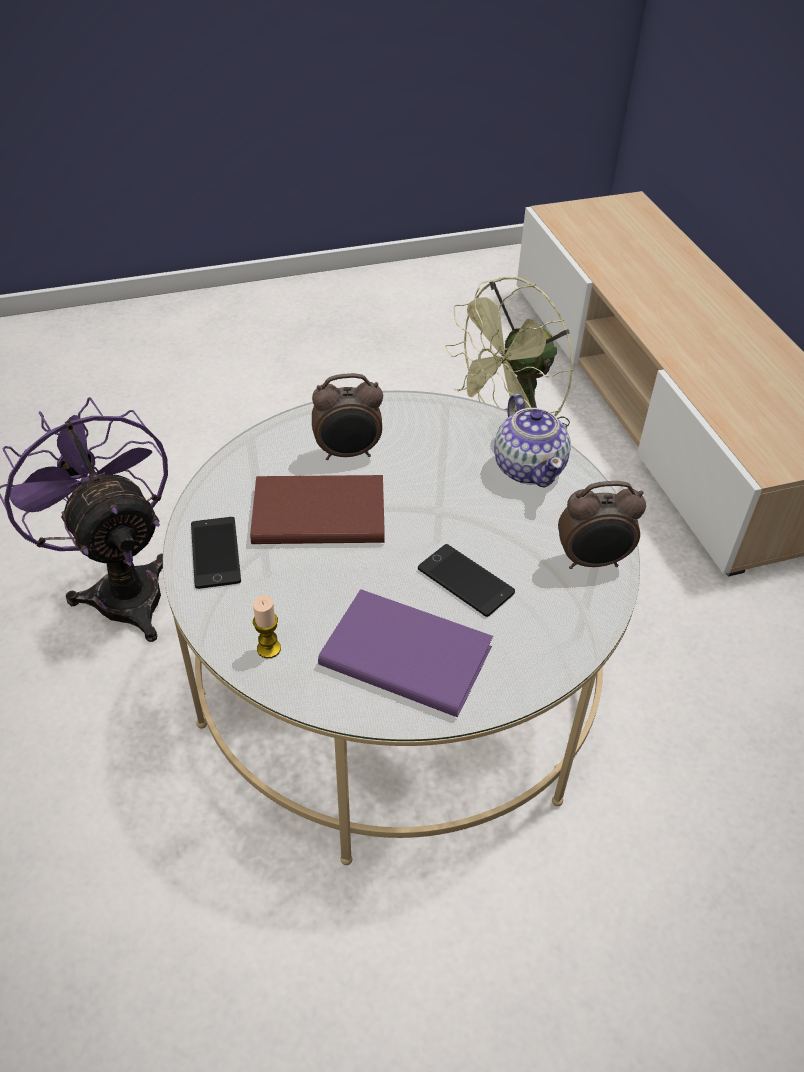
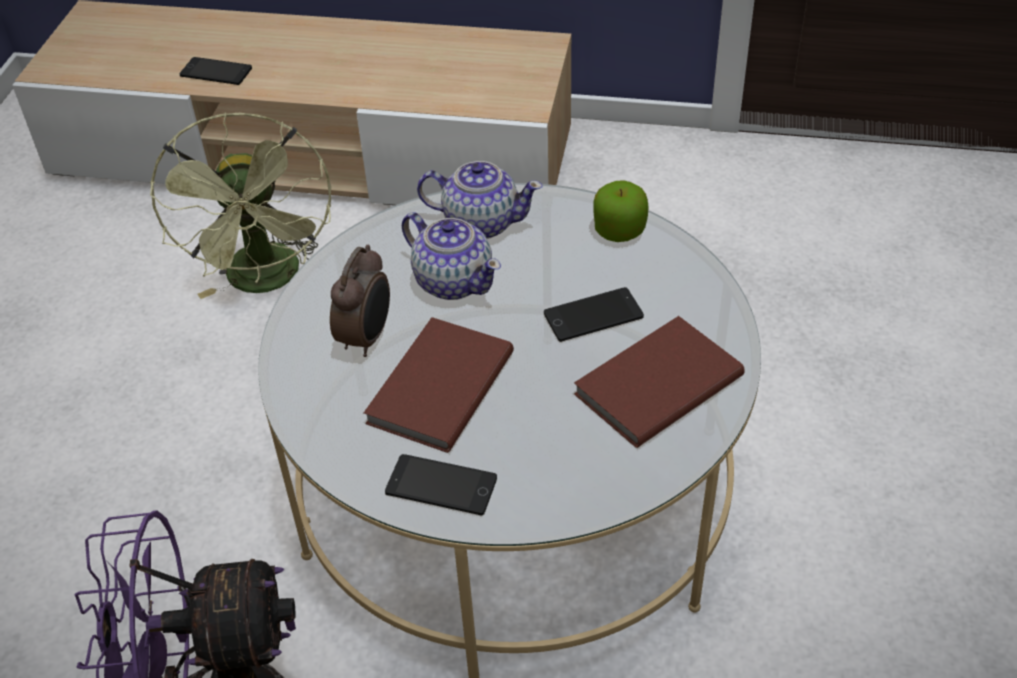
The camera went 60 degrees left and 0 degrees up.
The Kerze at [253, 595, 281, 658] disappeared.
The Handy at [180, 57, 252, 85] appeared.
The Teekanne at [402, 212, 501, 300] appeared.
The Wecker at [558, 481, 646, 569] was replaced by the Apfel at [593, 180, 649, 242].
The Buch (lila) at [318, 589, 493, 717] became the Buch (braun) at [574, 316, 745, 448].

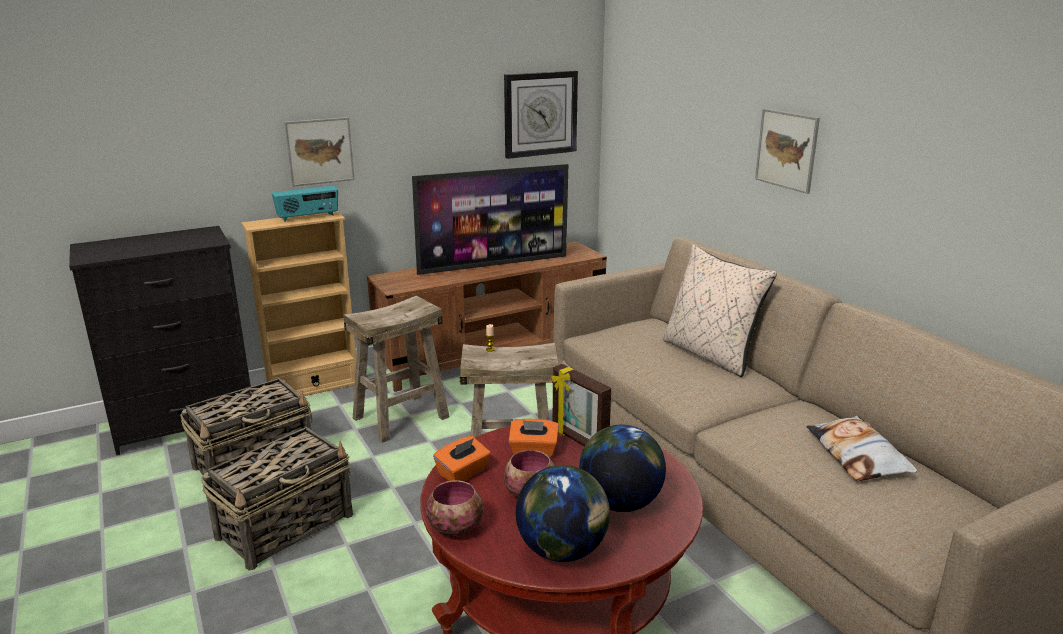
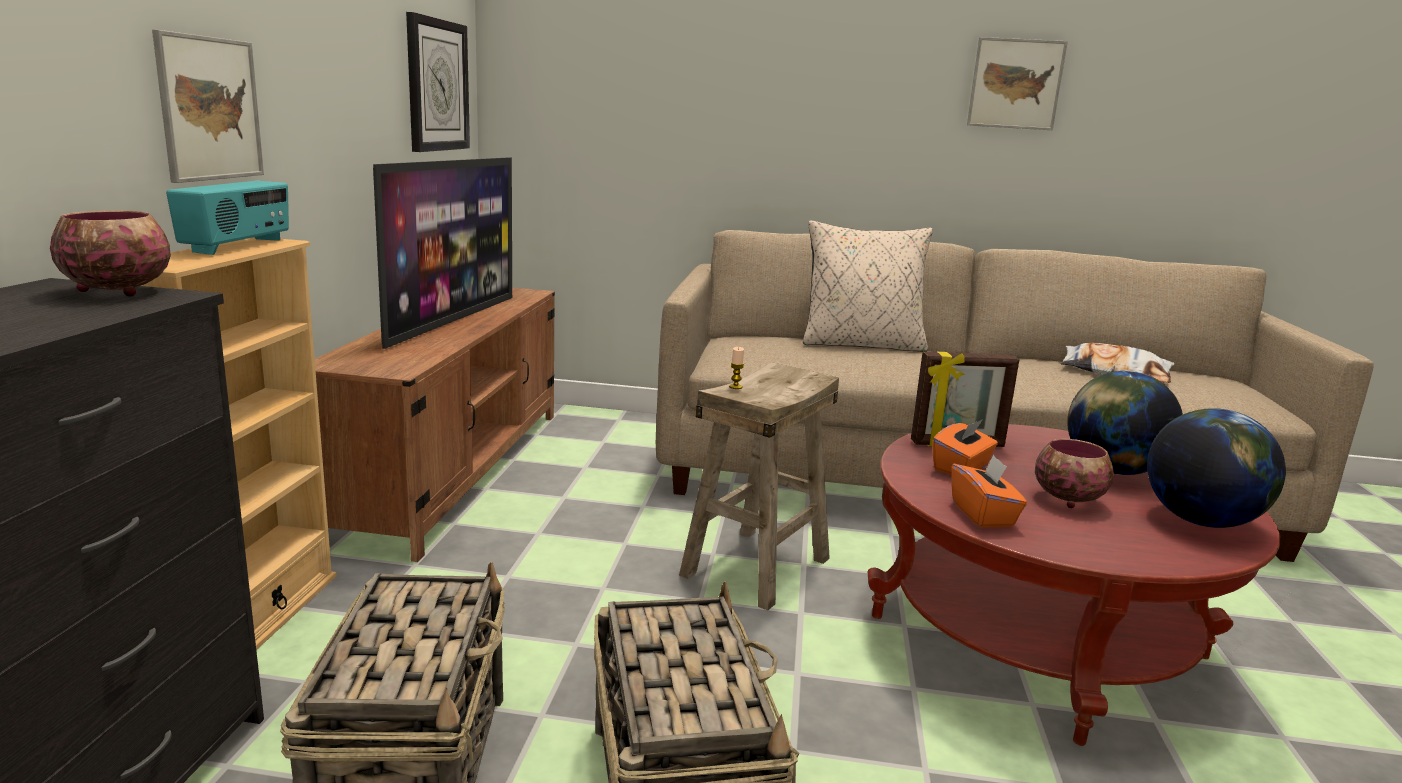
The camera went 55 degrees left and 5 degrees down.
The Hocker (beige) at [344, 295, 450, 443] disappeared.
The Schüssel moved from [426, 480, 483, 540] to [50, 210, 171, 296].
The Bild moved from [755, 108, 820, 194] to [967, 37, 1068, 130].

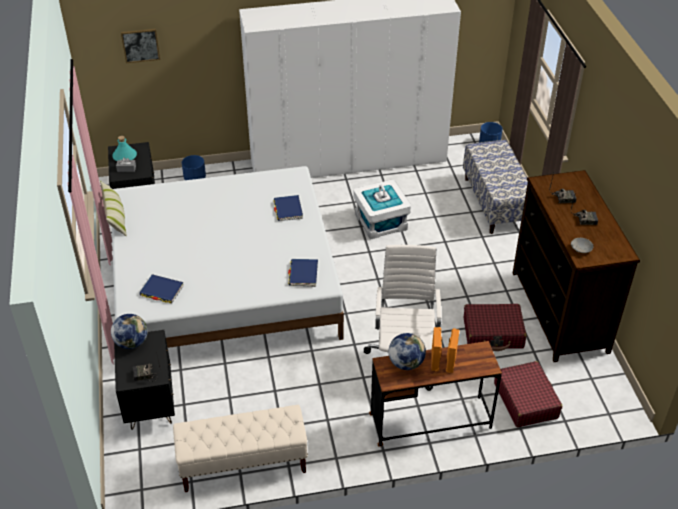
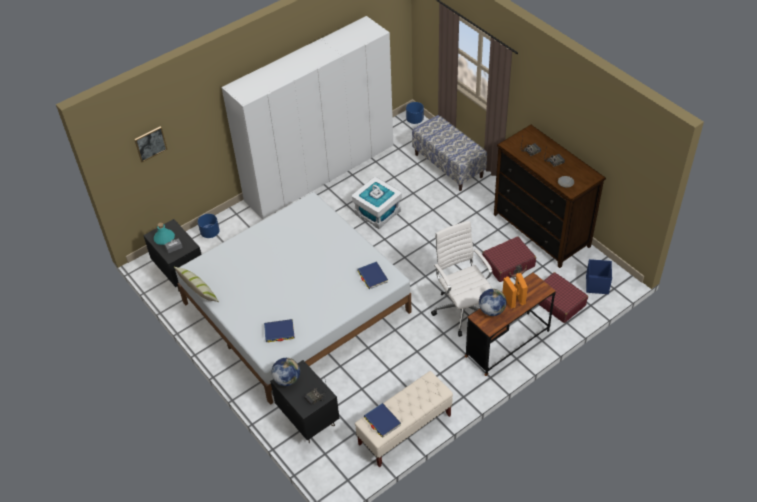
The camera went 25 degrees left and 5 degrees up.
The Aufbewahrungsbox (blau) at [586, 259, 612, 294] appeared.
The Buch (blau) moved from [274, 195, 303, 221] to [364, 403, 401, 438].

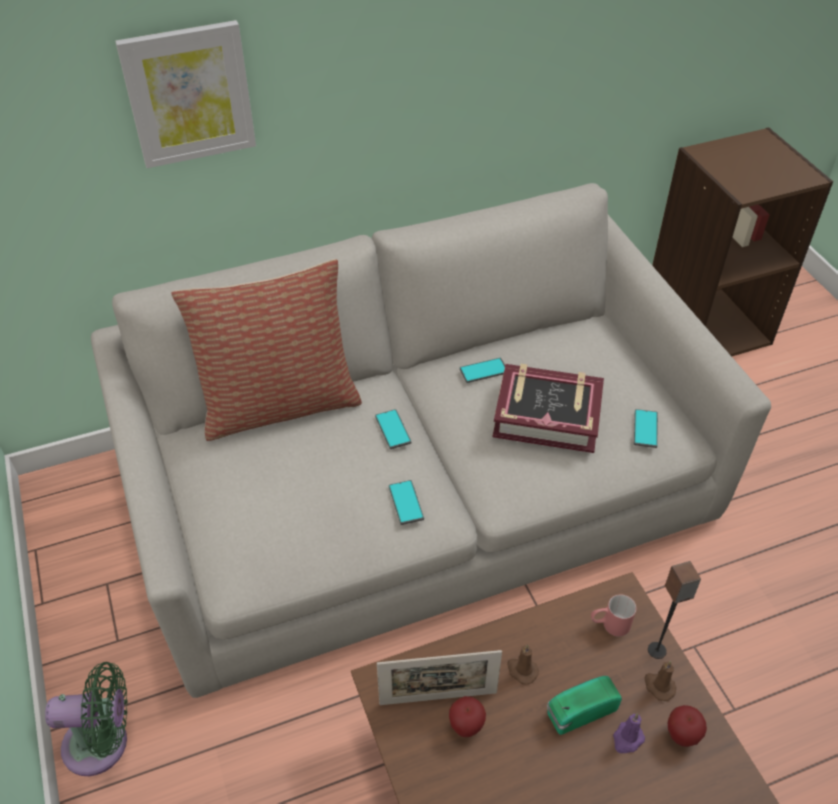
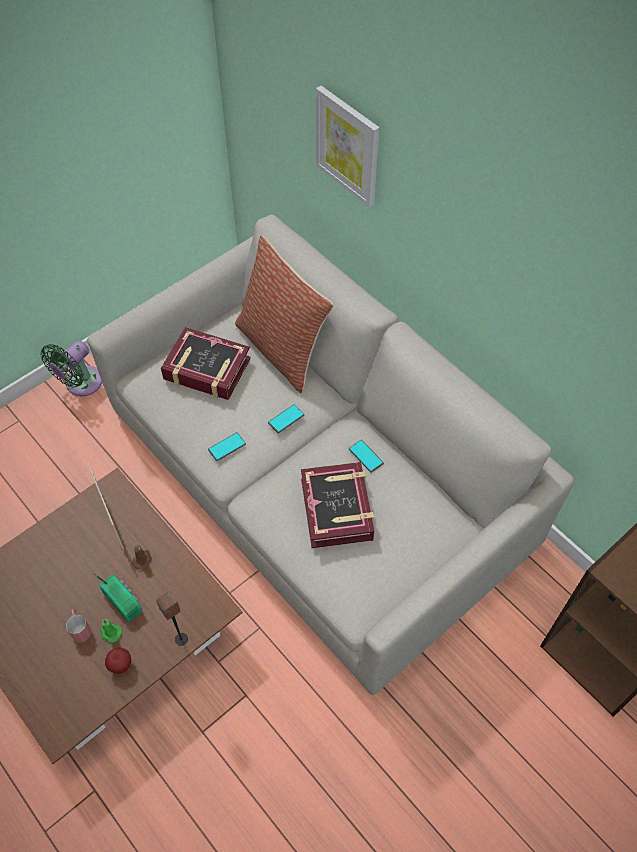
The camera went 70 degrees right and 10 degrees up.
The Apfel at [449, 696, 486, 737] disappeared.
The Handy at [634, 409, 658, 448] disappeared.
The Kerze (braun) at [645, 661, 676, 701] disappeared.
The Buch at [161, 327, 251, 400] appeared.
The Henkelbecher (rot) moved from [591, 594, 636, 637] to [66, 609, 91, 643].
The Kerze (lila) at [613, 713, 645, 753] became the Kerze (grün) at [100, 619, 122, 643].
The Ventilator (grün) at [45, 662, 127, 776] turned 60 degrees clockwise.

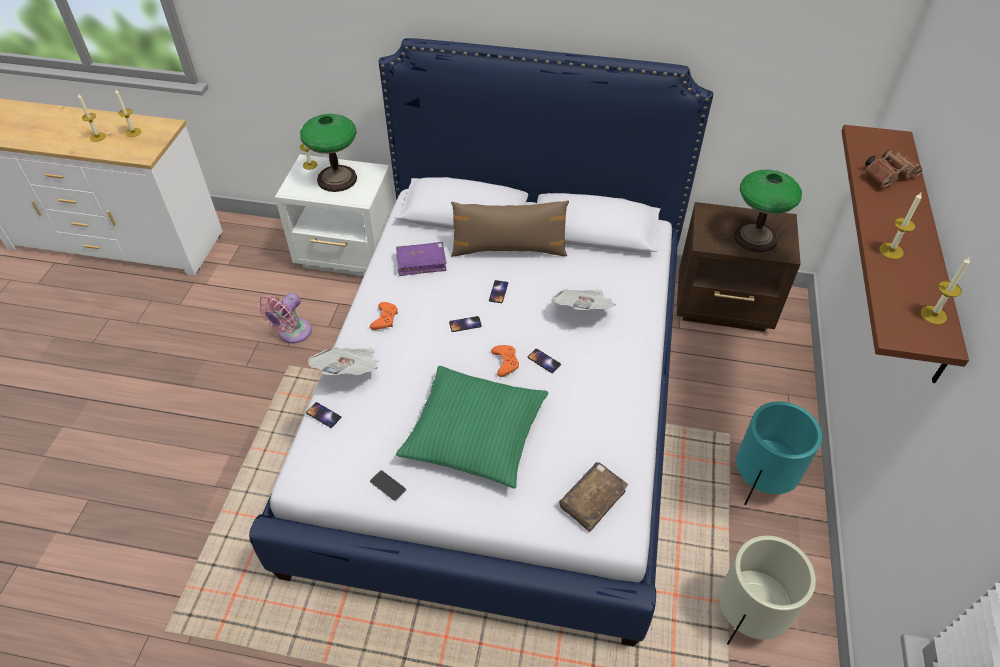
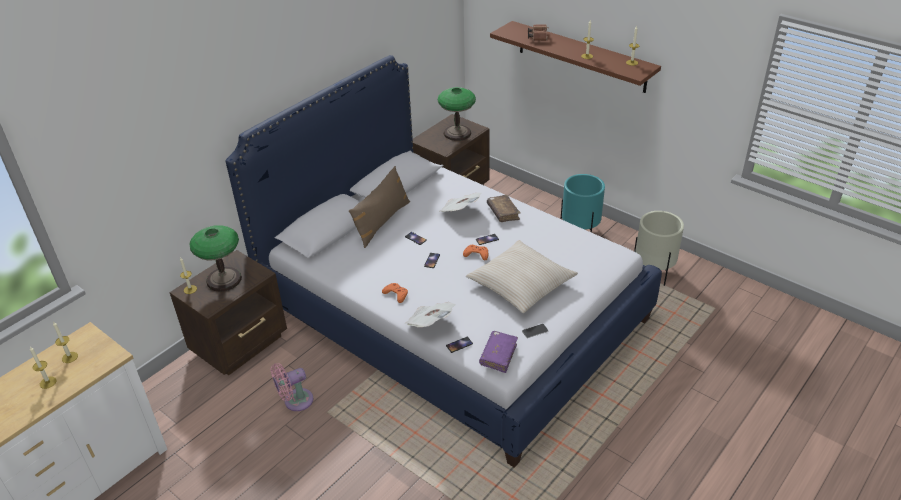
The camera went 60 degrees left and 10 degrees down.
The Buch (lila) moved from [396, 242, 447, 276] to [479, 331, 518, 373].
The Buch (braun) moved from [559, 462, 628, 532] to [487, 195, 520, 222].
The Nachttisch (weiß) at [275, 154, 394, 276] became the Nachttisch (braun) at [169, 250, 287, 375].
The Kissen (grün) at [396, 366, 548, 488] became the Kissen (beige) at [466, 240, 578, 313].
The Ventilator (rosa) at [258, 293, 312, 343] turned 90 degrees clockwise.

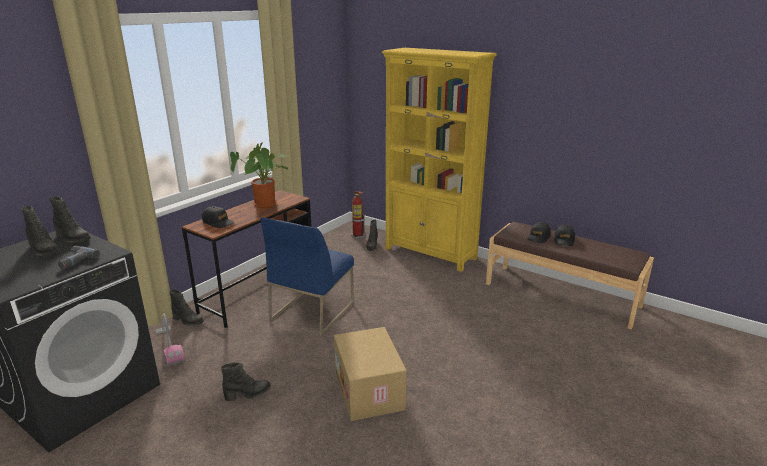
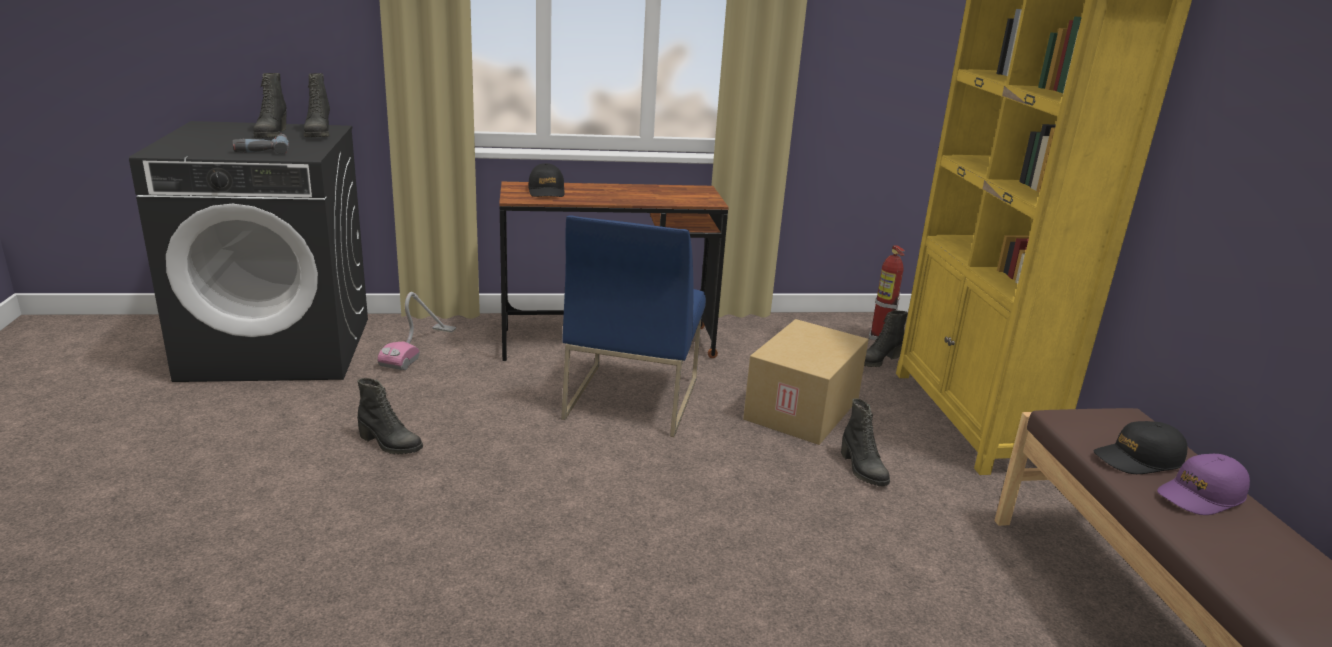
The camera went 45 degrees right and 0 degrees up.
The Topfpflanze at [230, 142, 289, 208] disappeared.
The Stiefel (schwarz) moved from [170, 290, 204, 326] to [841, 399, 890, 486].
The Karton moved from [334, 327, 407, 421] to [743, 319, 869, 445].
The Kappe (schwarz) at [554, 225, 575, 246] became the Kappe (lila) at [1157, 454, 1250, 515].
The Stuhl (blau) at [260, 217, 354, 336] turned 60 degrees counterclockwise.

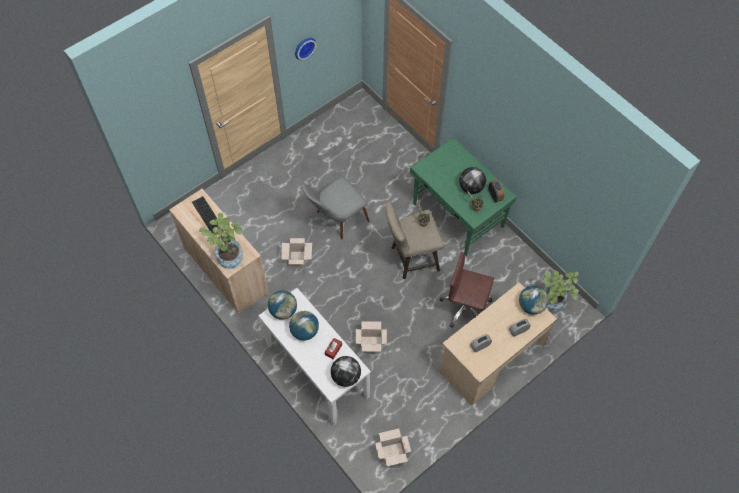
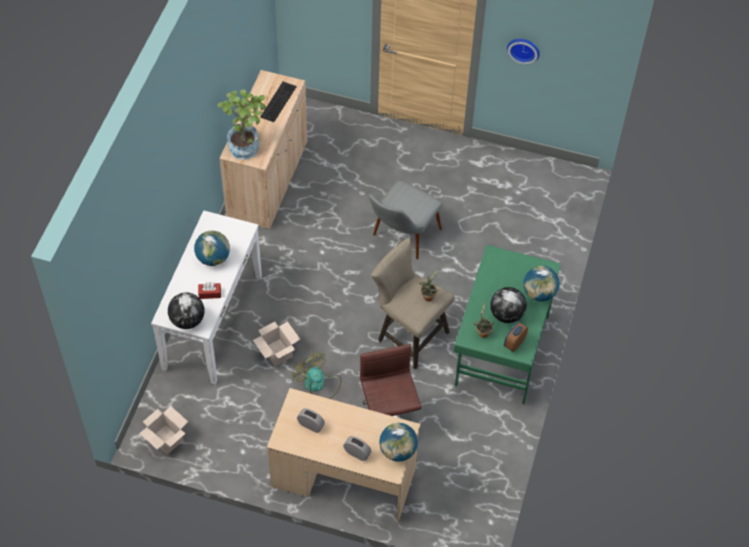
The camera went 55 degrees right and 5 degrees down.
The Karton at [281, 238, 312, 268] disappeared.
The Topfpflanze at [543, 270, 579, 311] disappeared.
The Ventilator at [292, 352, 342, 399] appeared.
The Globus moved from [268, 290, 297, 320] to [523, 266, 560, 302].
The Stuhl (grau) at [302, 177, 369, 240] turned 75 degrees counterclockwise.

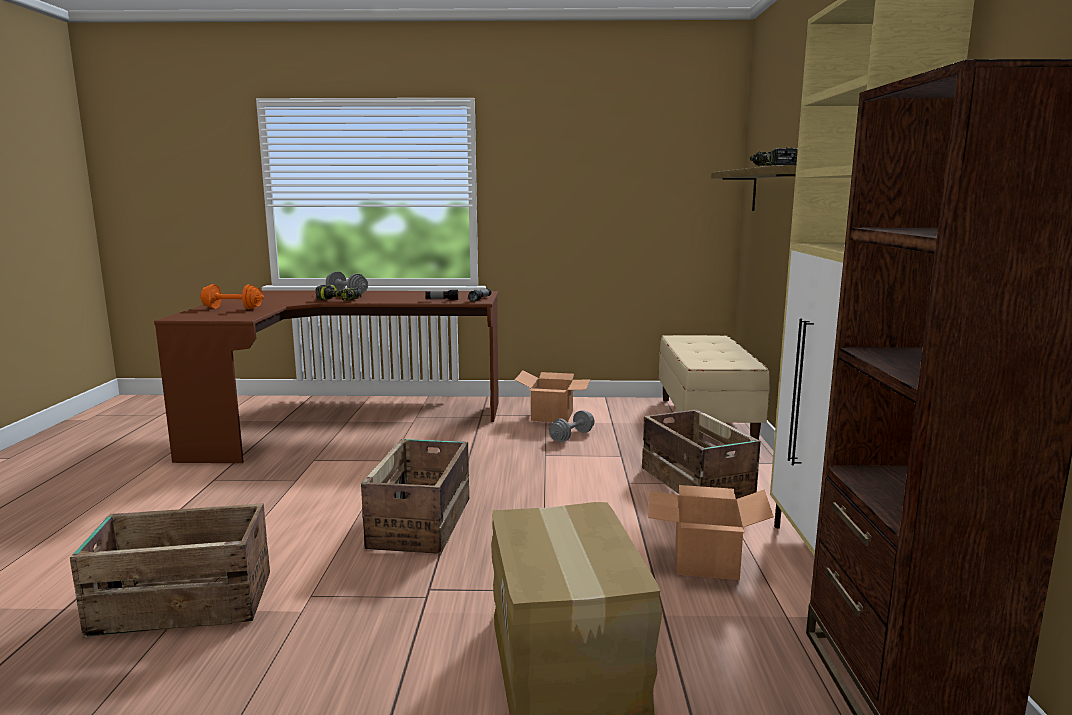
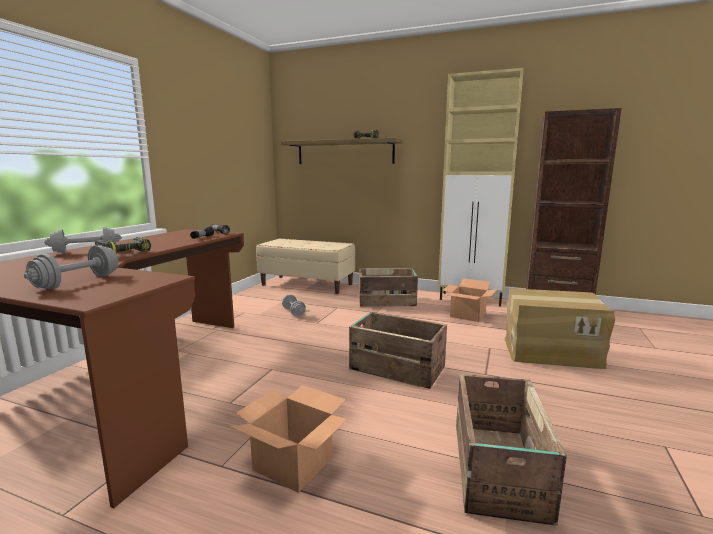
The camera went 70 degrees left and 0 degrees up.
The Karton moved from [515, 370, 591, 422] to [229, 385, 348, 493].
The Hantel (orange) at [200, 284, 264, 309] became the Hantel (grau) at [24, 246, 118, 289].

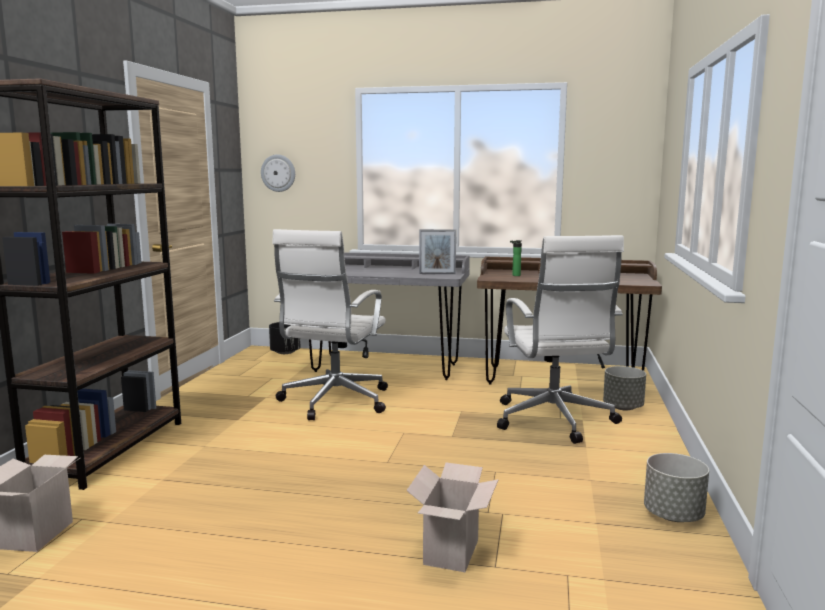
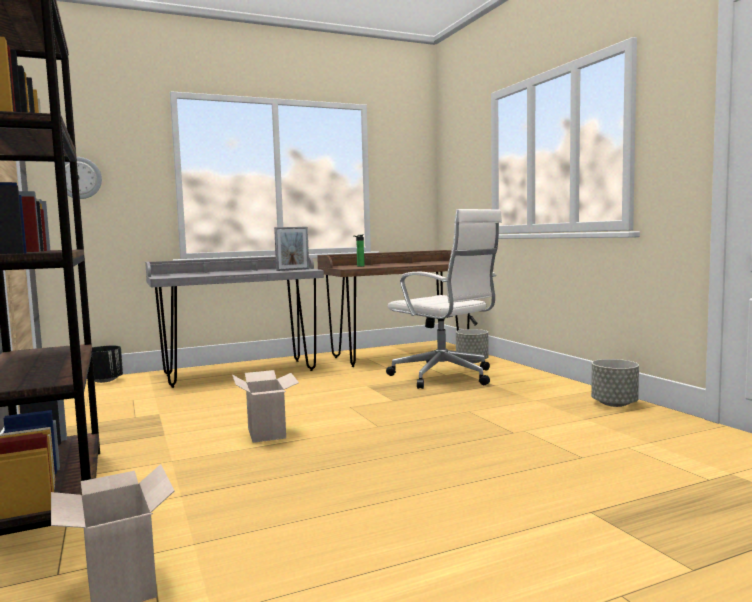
The camera went 35 degrees left and 5 degrees down.
The Bürostuhl (weiß) at [272, 229, 388, 420] disappeared.
The Karton moved from [406, 462, 498, 572] to [232, 370, 299, 443].

